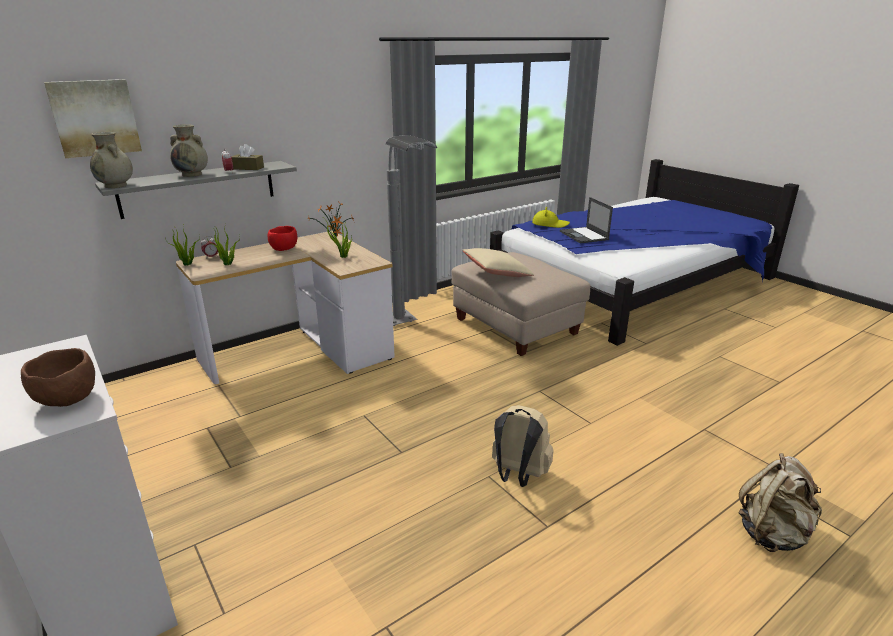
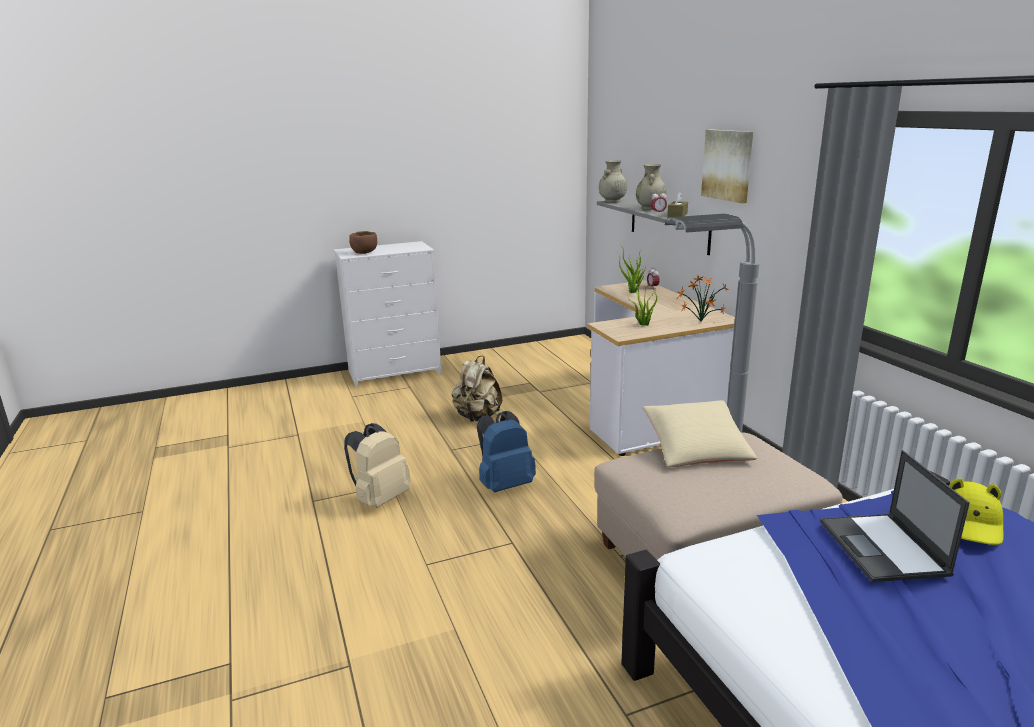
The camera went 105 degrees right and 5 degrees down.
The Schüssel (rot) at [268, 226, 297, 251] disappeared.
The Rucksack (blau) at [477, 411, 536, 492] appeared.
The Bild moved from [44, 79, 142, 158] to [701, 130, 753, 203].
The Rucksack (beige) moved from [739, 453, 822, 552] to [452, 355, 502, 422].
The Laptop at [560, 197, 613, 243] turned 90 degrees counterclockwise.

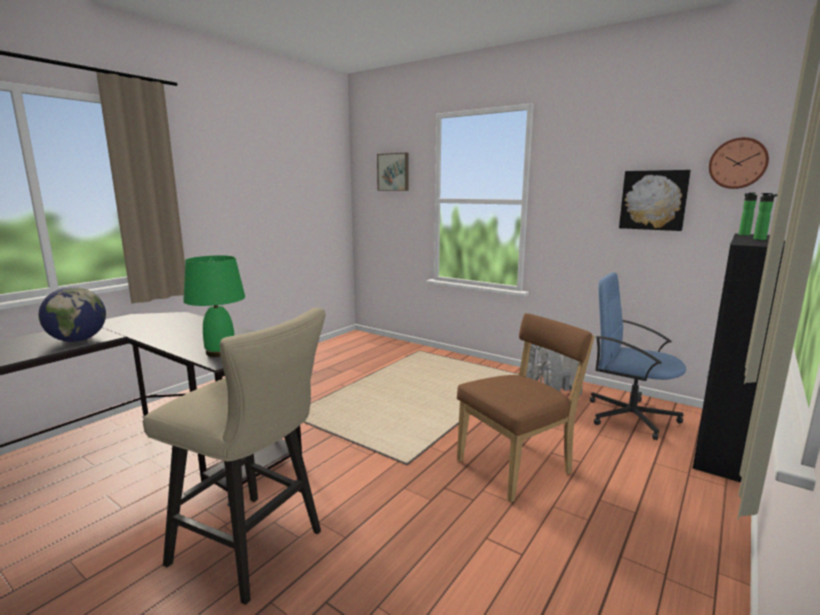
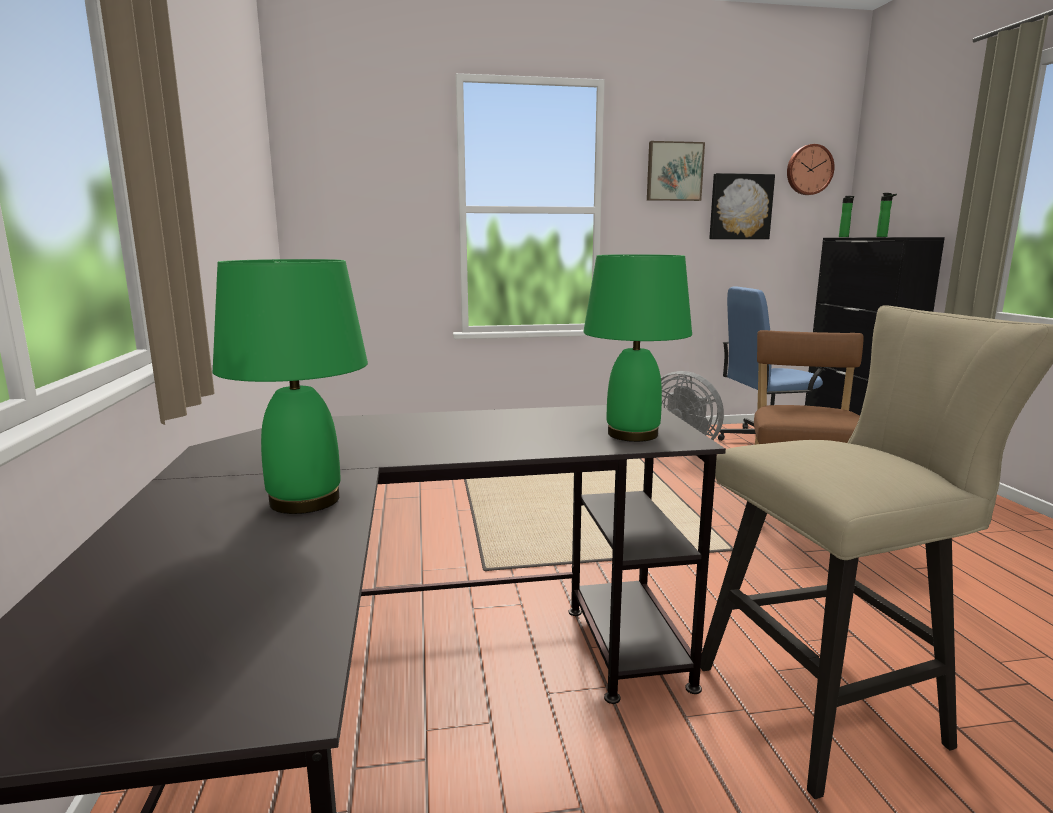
The camera went 45 degrees left and 0 degrees up.
The Bild moved from [377, 153, 408, 191] to [647, 141, 705, 201].
The Globus at [38, 287, 106, 342] was replaced by the Tischlampe (grün) at [213, 259, 368, 514].

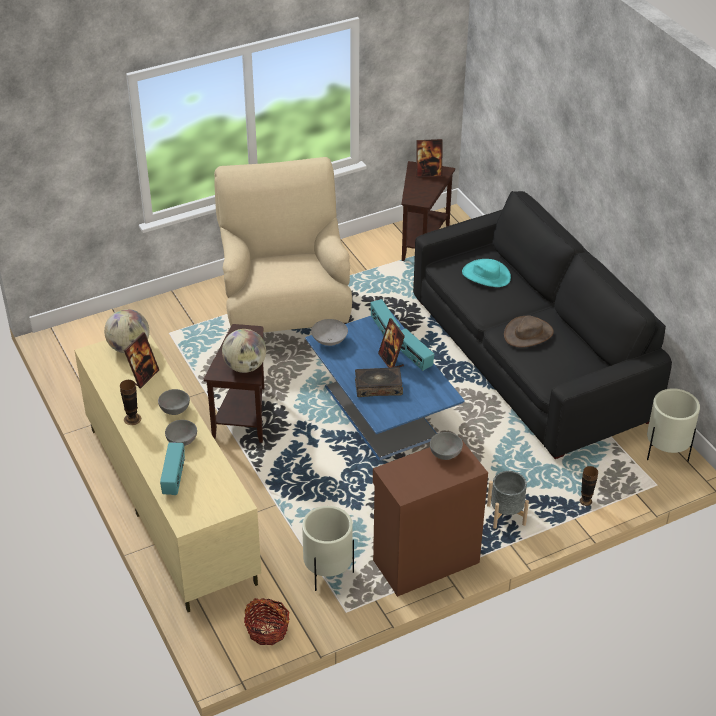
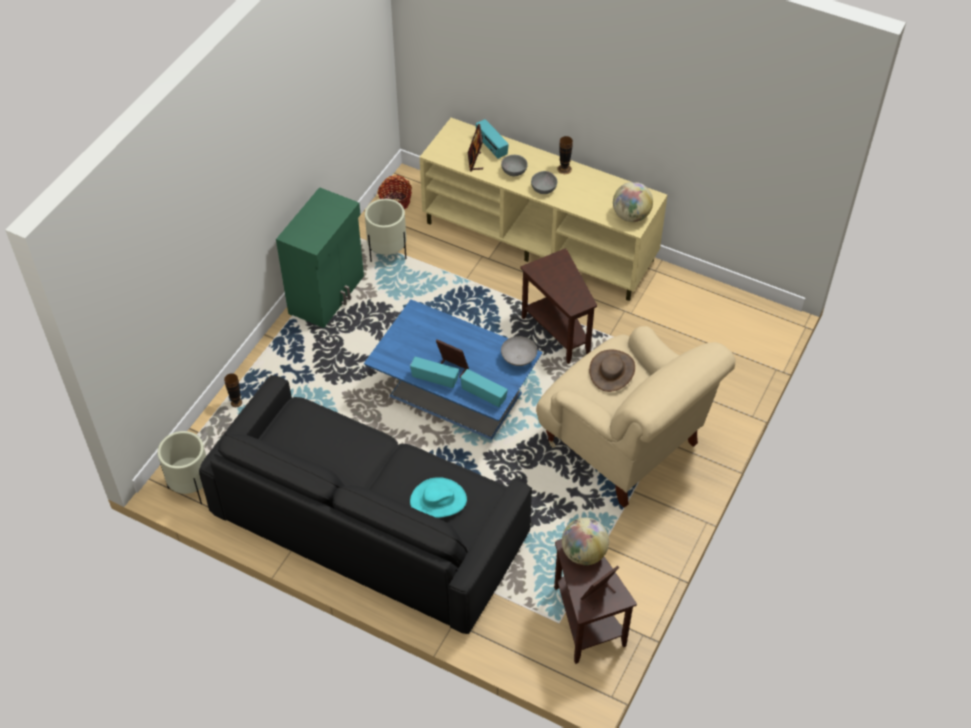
The camera went 145 degrees right and 10 degrees up.
The Buch at [355, 367, 403, 397] disappeared.
The Schüssel (grau) at [430, 432, 463, 460] disappeared.
The Pflanzkübel (grau) at [487, 471, 529, 529] disappeared.
The Bilderrahmen moved from [124, 332, 159, 388] to [468, 124, 483, 171].
The Globus moved from [222, 329, 266, 373] to [562, 518, 609, 565].
The Hut (braun) moved from [504, 315, 554, 348] to [589, 350, 635, 392].
The Schrank (braun) at [373, 439, 488, 597] became the Schrank (grün) at [276, 187, 364, 328].

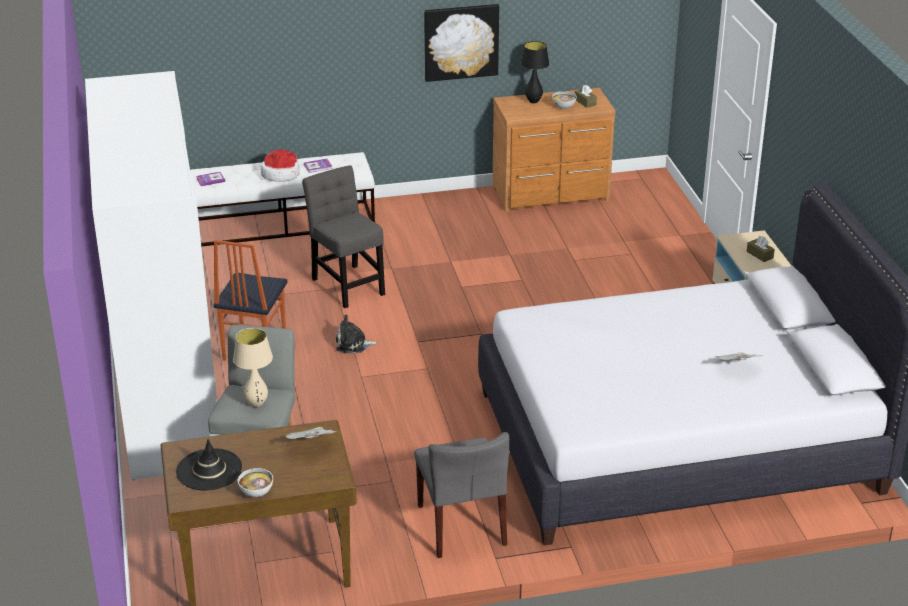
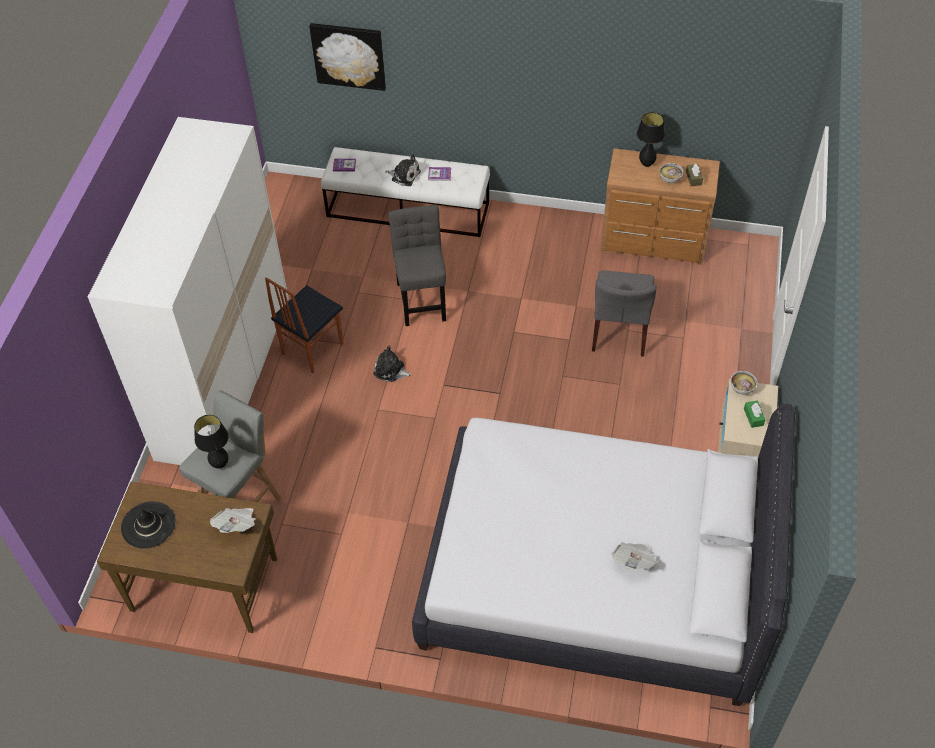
The camera went 25 degrees right and 20 degrees up.
The Schüssel moved from [238, 468, 273, 497] to [731, 371, 757, 395].
The Stuhl (grau) moved from [414, 432, 509, 558] to [592, 271, 657, 357].
The Bild moved from [424, 4, 499, 82] to [309, 23, 386, 91].
The Hut at [261, 150, 300, 182] was replaced by the Plüschtier at [385, 154, 421, 186].
The Tischlampe (beige) at [233, 328, 273, 407] became the Tischlampe (schwarz) at [194, 415, 229, 469].
The Taschentuchbox (braun) at [747, 236, 775, 262] became the Taschentuchbox (grün) at [744, 401, 766, 428].

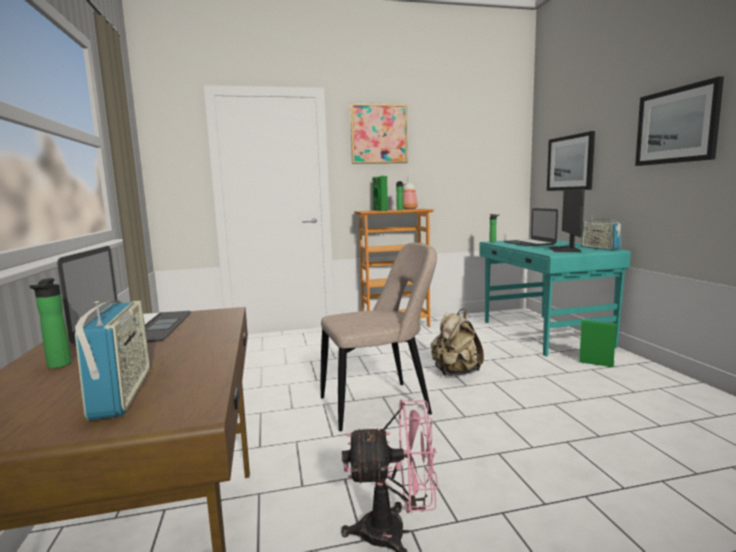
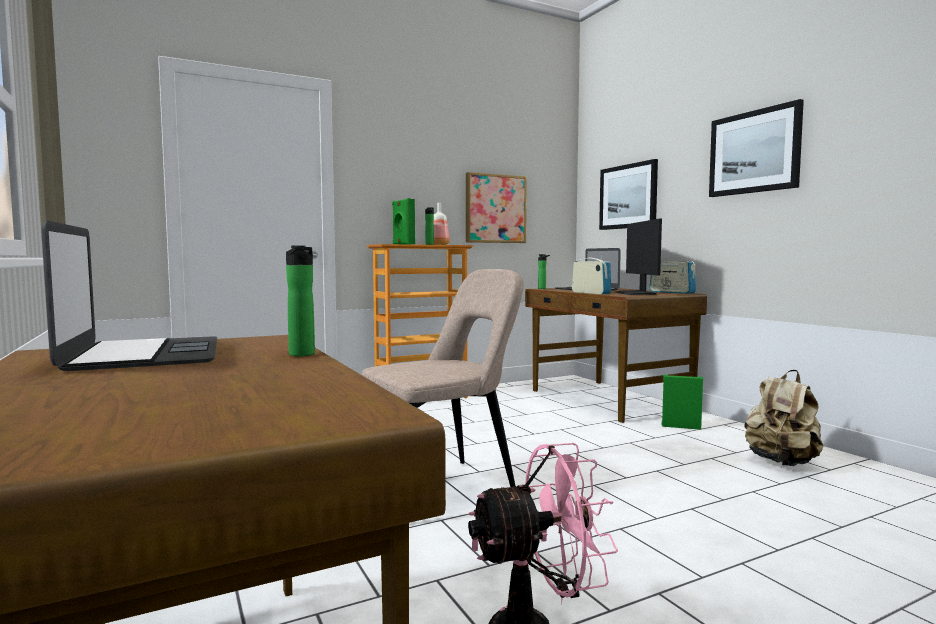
The camera went 15 degrees left and 5 degrees down.
The Flasche moved from [30, 278, 71, 368] to [286, 245, 315, 356].
The Radio moved from [75, 300, 150, 421] to [572, 254, 611, 294].
The Bild moved from [350, 103, 407, 164] to [466, 172, 527, 243].
The Rucksack (beige) moved from [431, 309, 484, 376] to [744, 370, 824, 466].
The Schreibtisch (türkis) at [479, 239, 631, 356] became the Schreibtisch (braun) at [525, 288, 707, 423].

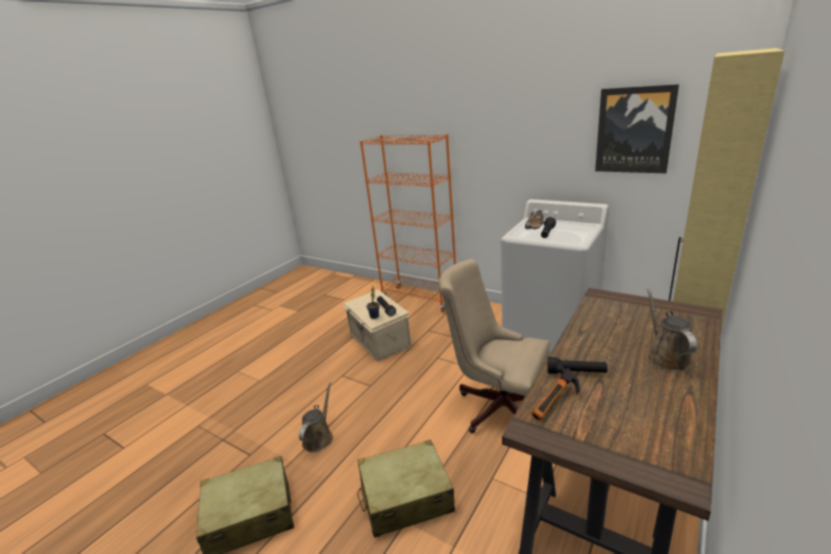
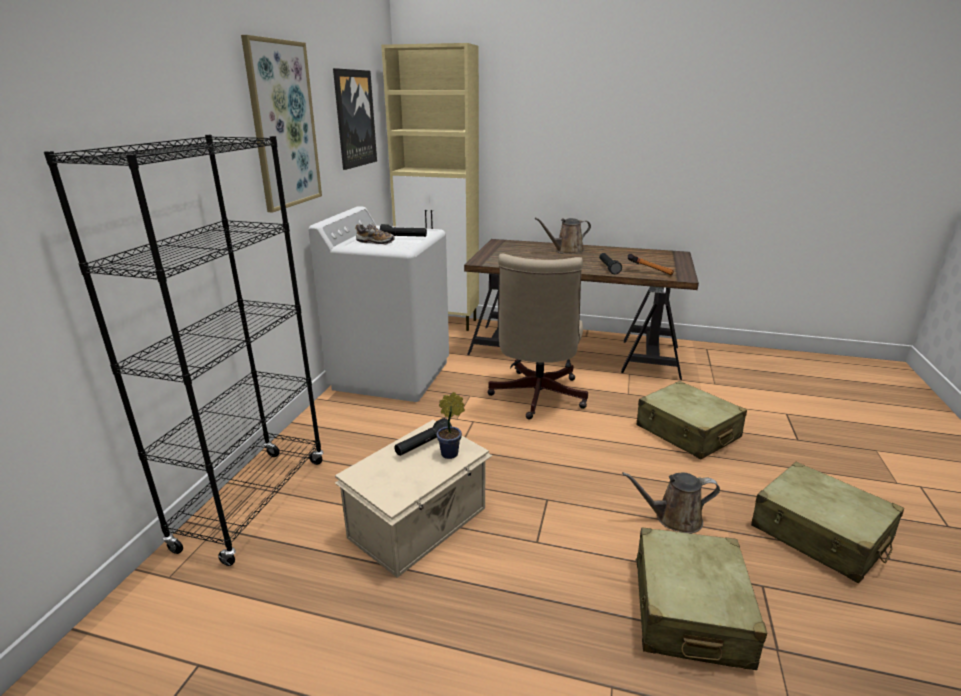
The camera went 110 degrees left and 0 degrees up.
The Bild at [241, 35, 322, 213] appeared.
The Koffer (beige) at [635, 527, 767, 670] appeared.
The Bücherregal (orange) at [360, 134, 456, 312] became the Bücherregal (schwarz) at [44, 135, 323, 566].

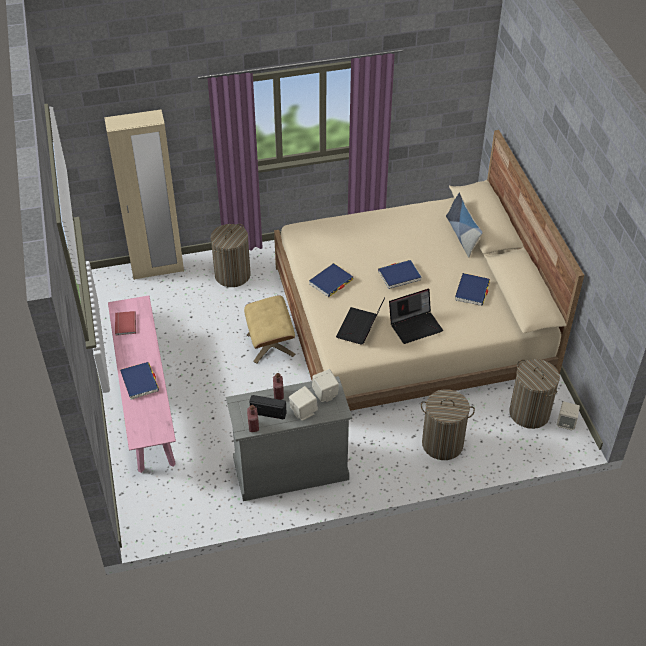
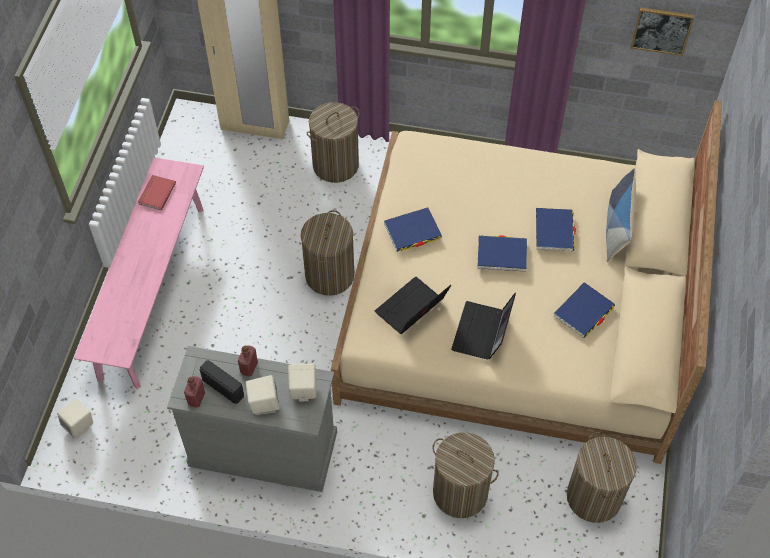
The camera went 25 degrees right and 10 degrees up.
The Bild at [631, 7, 694, 56] appeared.
The Buch (blau) moved from [120, 362, 159, 400] to [536, 208, 576, 251].
The Lautsprecher (beige) moved from [557, 401, 580, 431] to [57, 399, 93, 438].
The Polsterhocker (beige) at [244, 295, 295, 363] was replaced by the Wäschekorb at [301, 210, 354, 296].
The Laptop at [389, 289, 443, 344] turned 105 degrees clockwise.

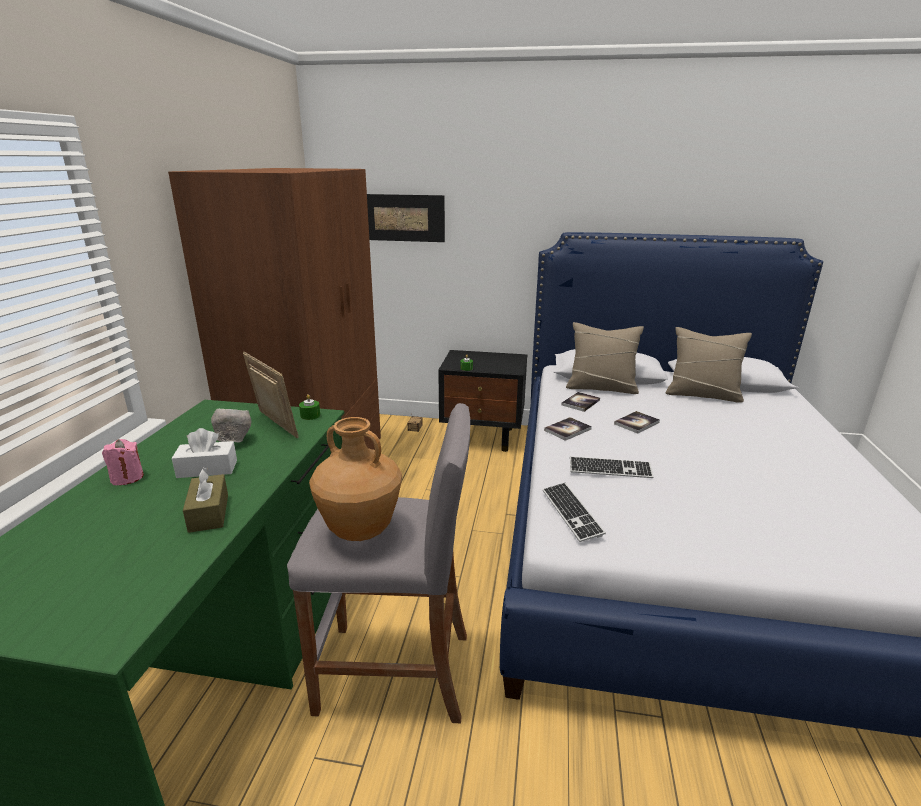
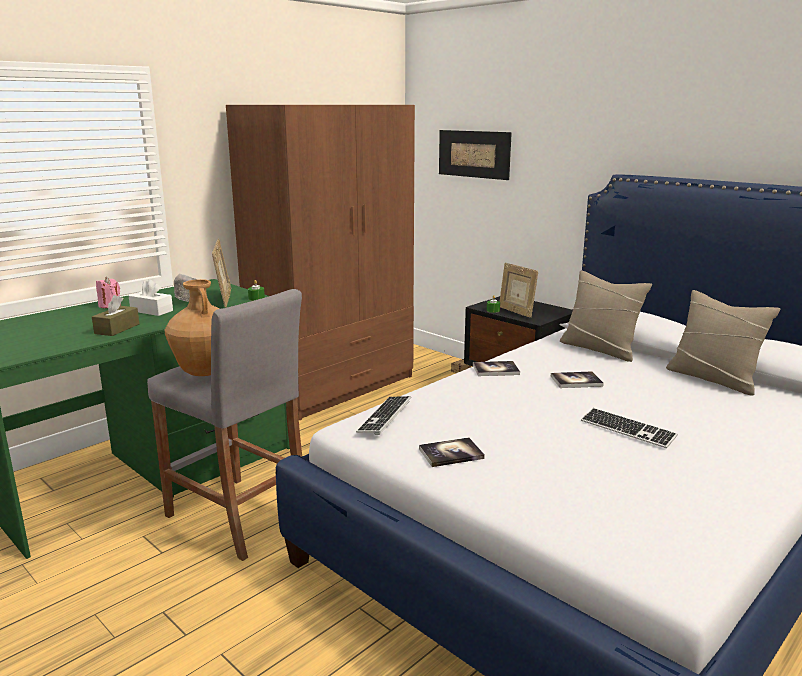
The camera went 35 degrees right and 5 degrees down.
The Bilderrahmen at [499, 263, 538, 318] appeared.
The Buch moved from [561, 392, 600, 412] to [419, 437, 485, 467].
The Tastatur moved from [570, 456, 653, 478] to [581, 408, 678, 448].

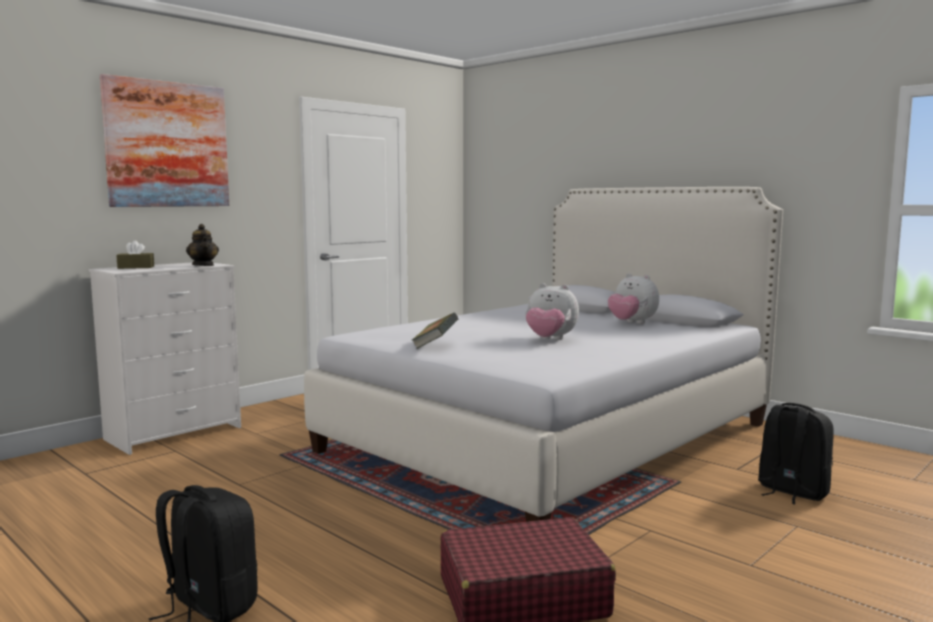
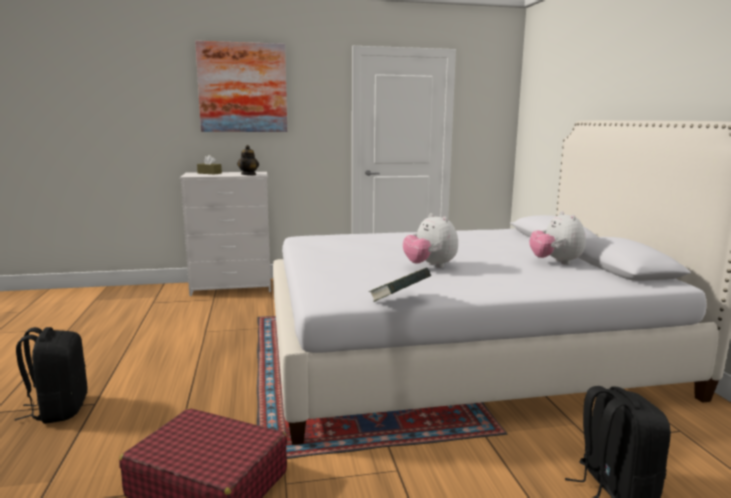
The camera went 35 degrees right and 5 degrees up.
The Buch moved from [411, 313, 458, 349] to [369, 267, 431, 302].

